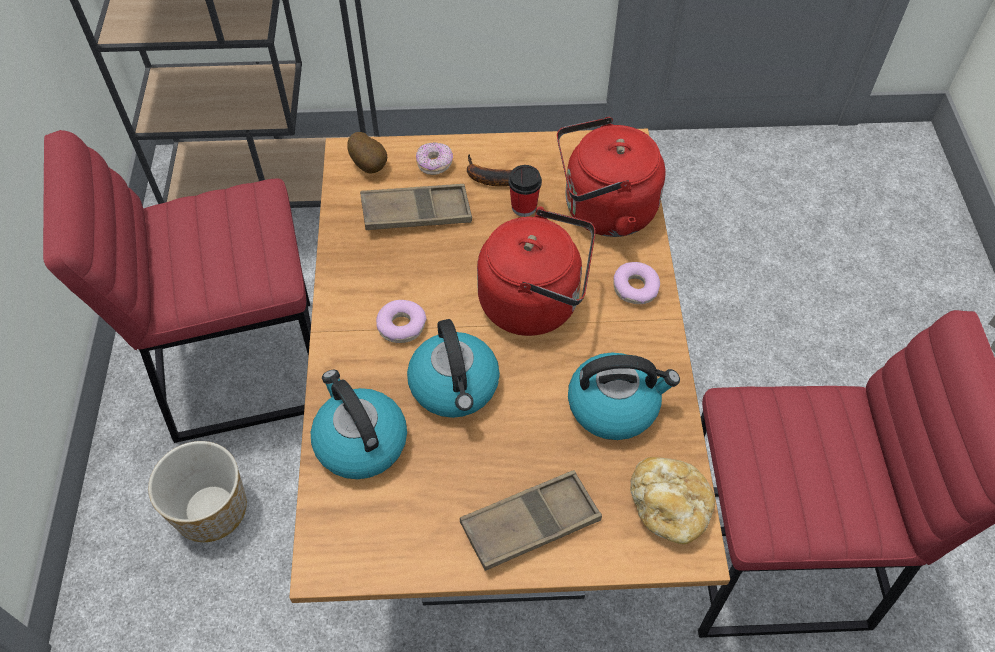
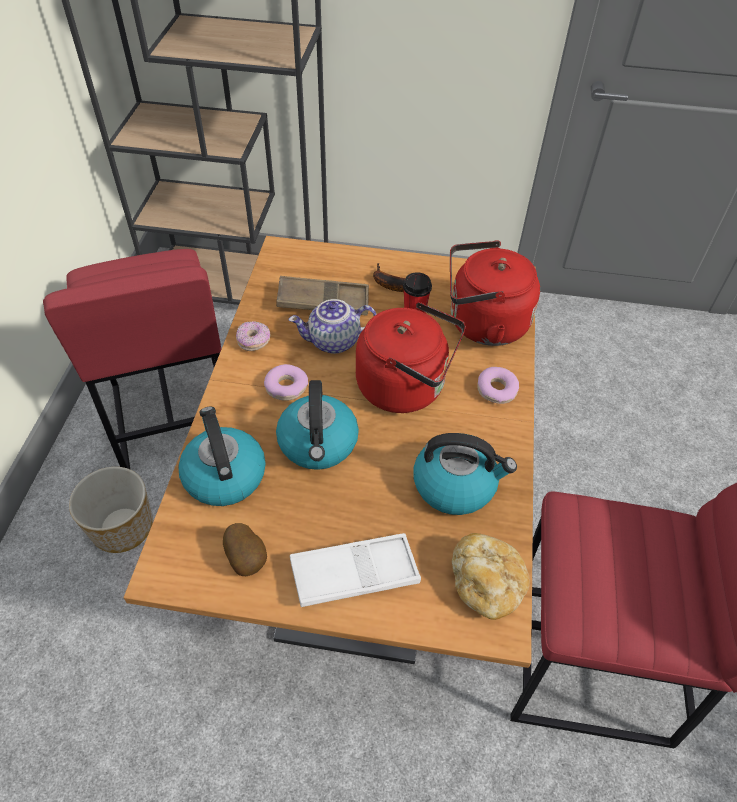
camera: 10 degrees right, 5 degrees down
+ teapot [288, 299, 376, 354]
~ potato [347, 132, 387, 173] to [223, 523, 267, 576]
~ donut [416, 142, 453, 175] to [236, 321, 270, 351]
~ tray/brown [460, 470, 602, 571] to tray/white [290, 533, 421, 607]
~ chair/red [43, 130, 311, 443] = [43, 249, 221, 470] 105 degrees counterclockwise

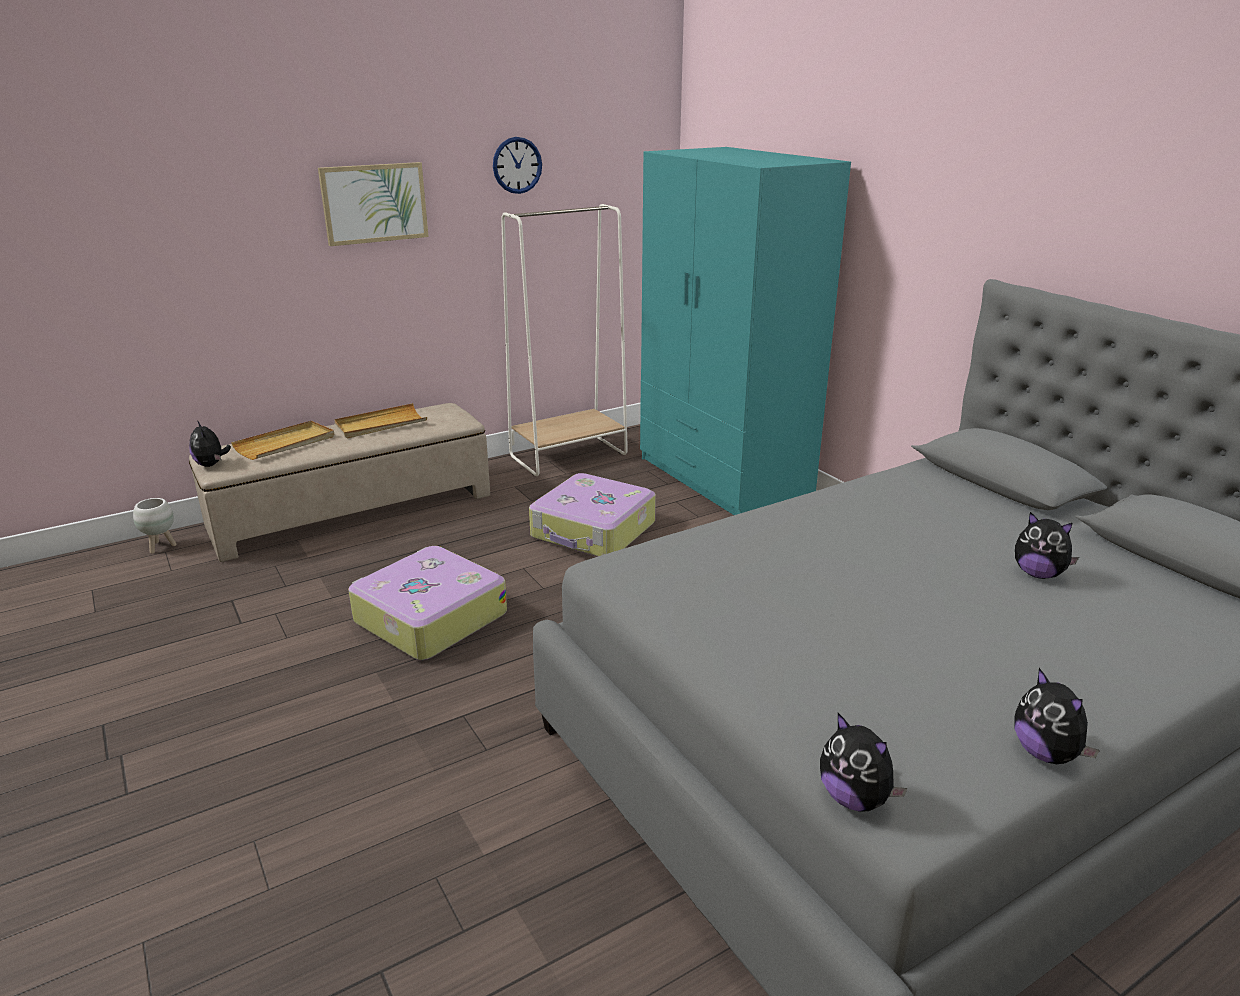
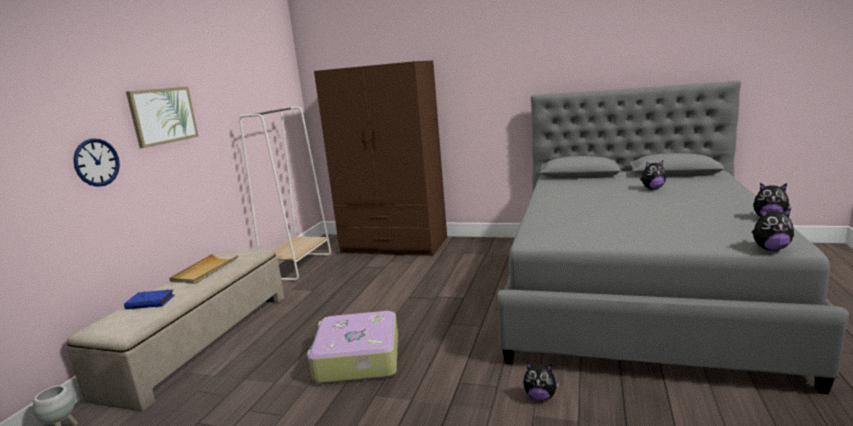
camera: 40 degrees left, 10 degrees down
- suitcase [529, 473, 656, 557]
~ plush toy [189, 422, 231, 467] to [523, 362, 560, 401]
~ wall clock [493, 137, 542, 194] to [73, 139, 120, 187]
~ tray/beige [231, 421, 334, 460] to book/blue [124, 289, 175, 309]
~ wardrobe/turquoise [640, 147, 851, 515] to wardrobe/brown [314, 60, 447, 256]

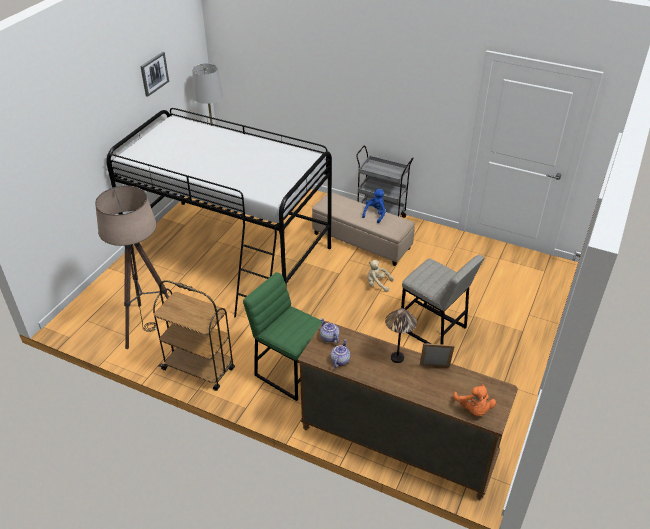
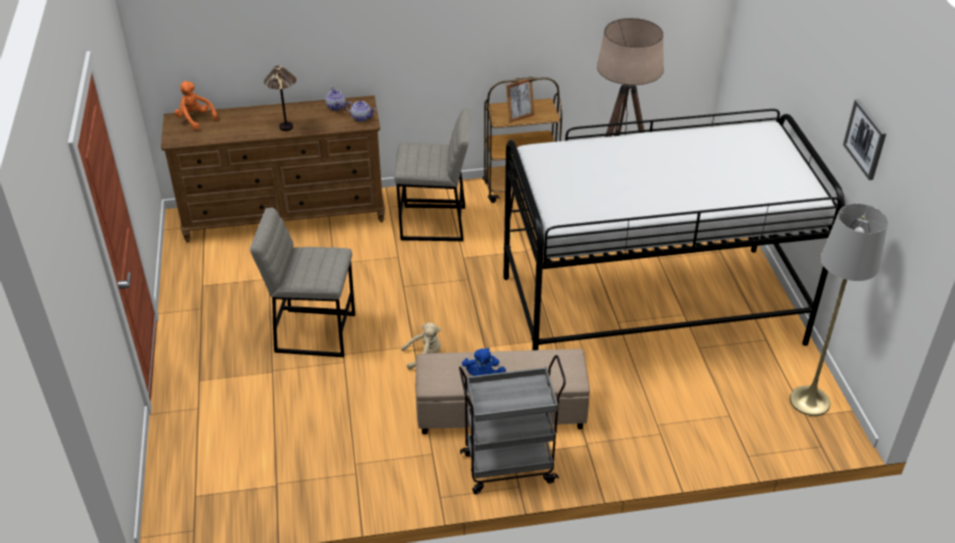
camera: 145 degrees right, 0 degrees up
~ picture frame [420, 343, 455, 368] to [506, 79, 535, 123]
~ chair/green [243, 272, 322, 401] to chair/grey [394, 109, 471, 241]

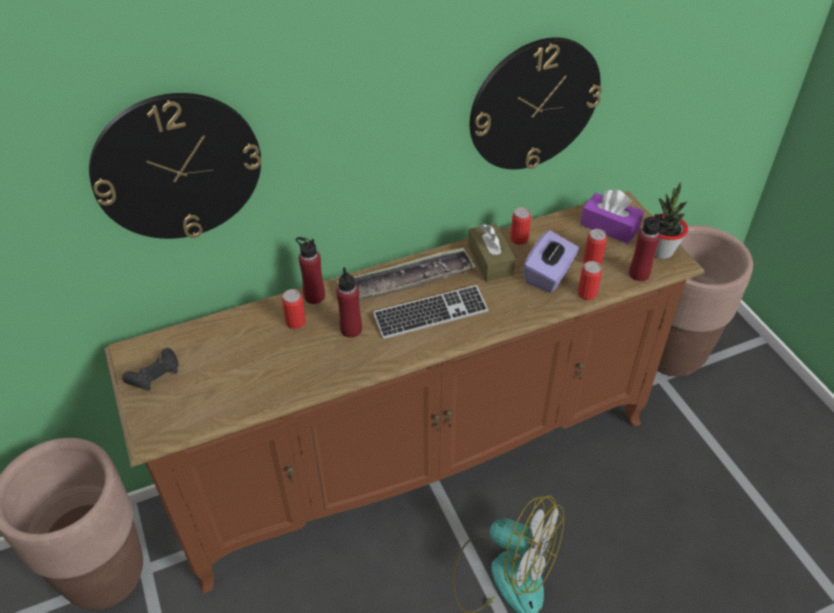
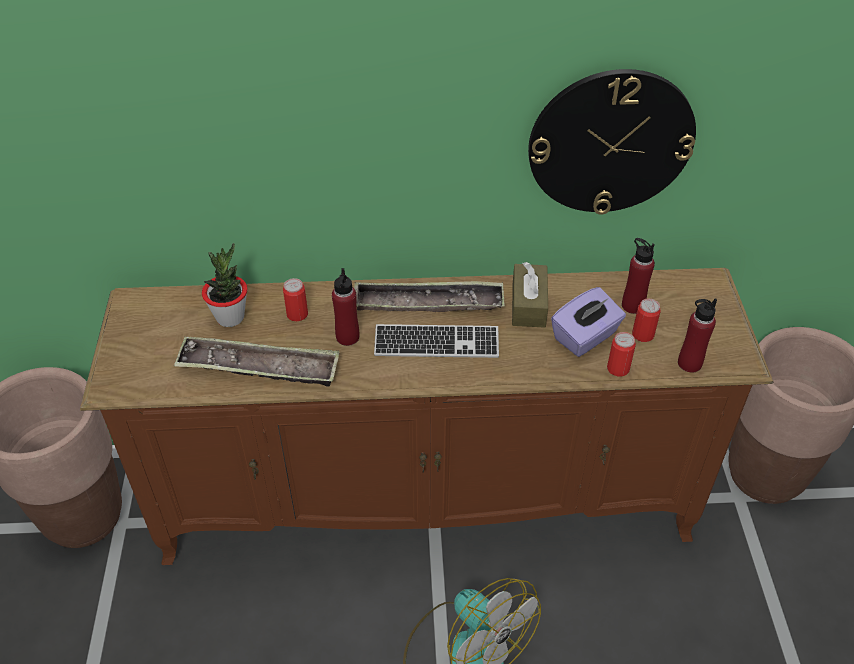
camera: 20 degrees right, 0 degrees up
- wall clock [89, 93, 261, 239]
- game controller/black [122, 348, 178, 391]
- can [510, 207, 531, 245]
- tissue box/purple [580, 190, 644, 244]
+ tray [174, 337, 339, 387]
~ bottle/red [296, 237, 325, 304] to [622, 238, 655, 314]
~ potted plant [653, 182, 688, 259] to [202, 243, 248, 327]

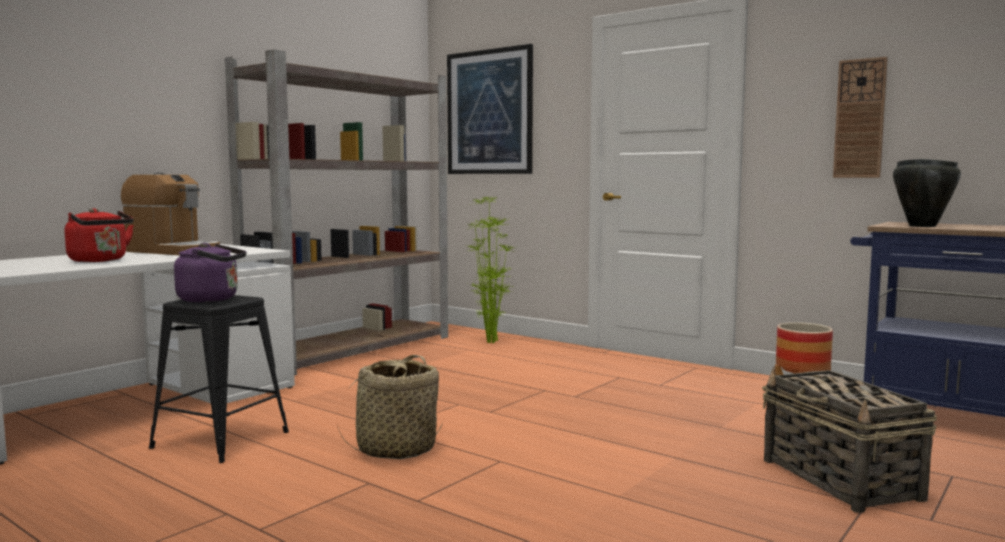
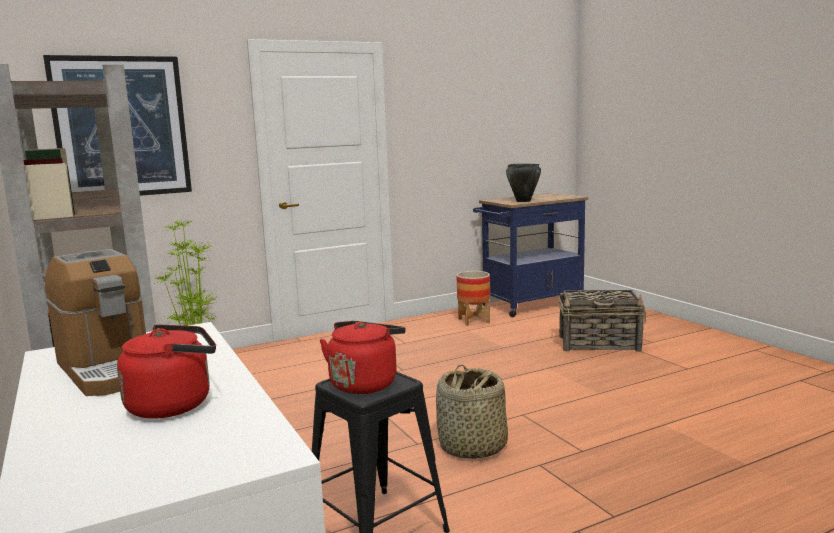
camera: 65 degrees left, 5 degrees up
- wall clock [833, 57, 888, 178]
~ kettle/purple [174, 243, 246, 302] to kettle/red [320, 321, 406, 394]
~ coffee machine [121, 173, 220, 255] = [45, 249, 146, 396] 90 degrees clockwise

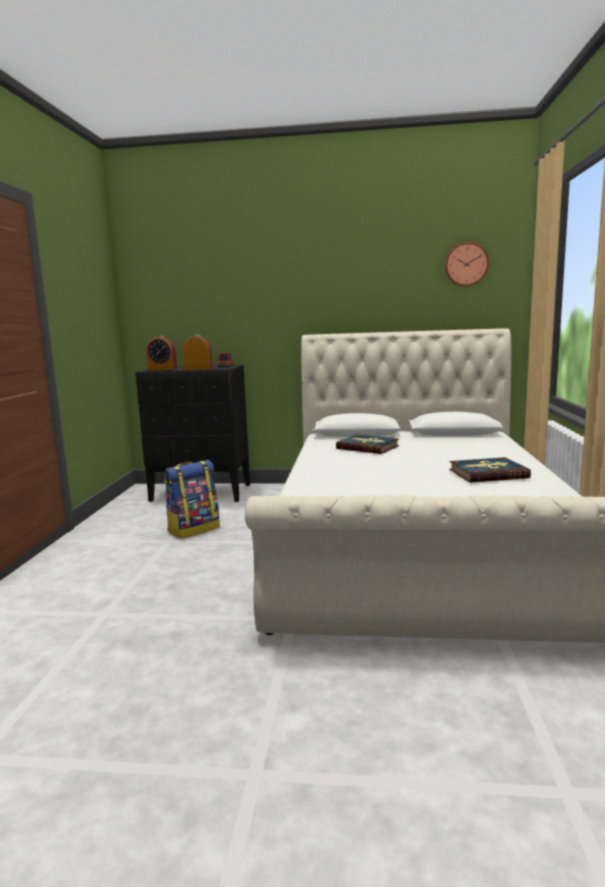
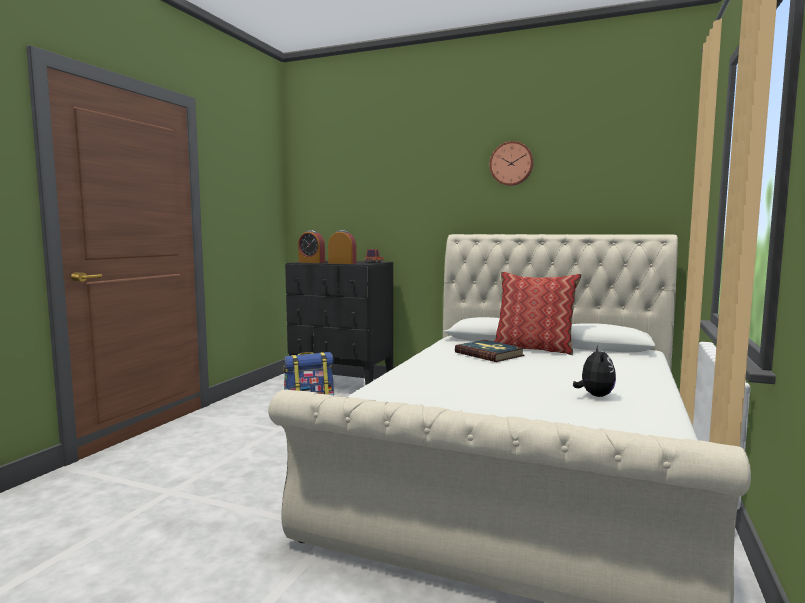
camera: 15 degrees right, 5 degrees down
+ pillow [494, 272, 582, 355]
~ wall clock [445, 242, 489, 287] to [489, 141, 534, 186]
~ book [449, 457, 531, 483] to plush toy [573, 346, 616, 397]

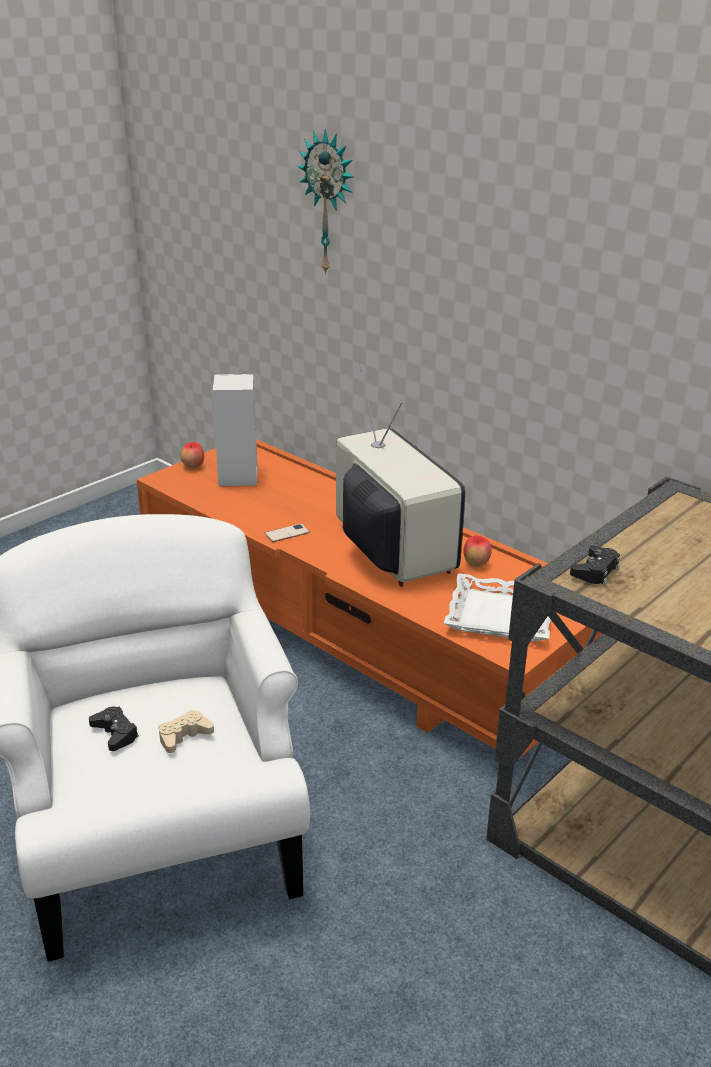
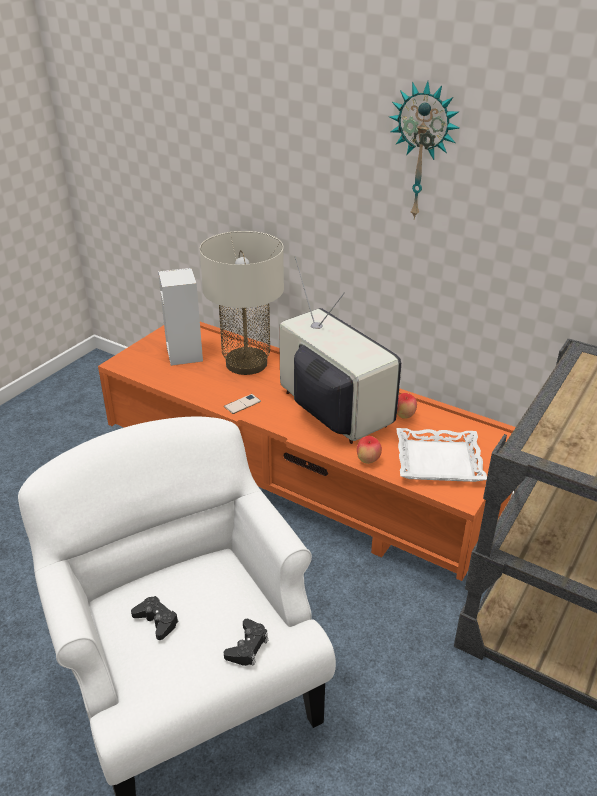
camera: 10 degrees left, 5 degrees up
- game controller/beige [159, 710, 214, 753]
+ table lamp [200, 231, 284, 375]
~ apple [180, 442, 204, 468] to [357, 436, 382, 464]
~ wall clock [297, 129, 354, 275] to [389, 81, 459, 220]
~ game controller/black [570, 546, 620, 585] to [224, 619, 268, 666]

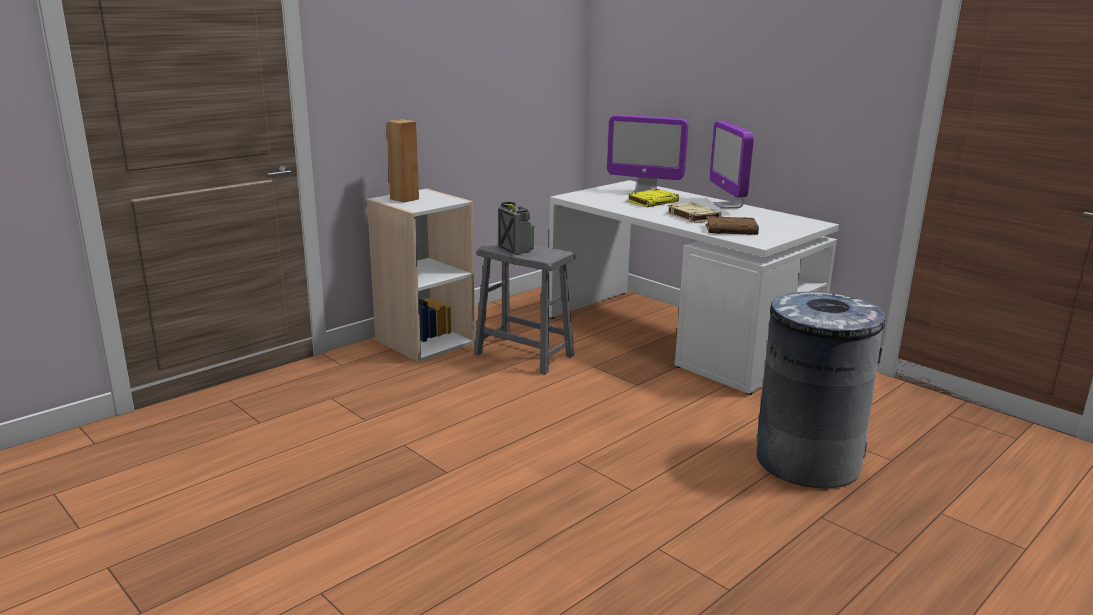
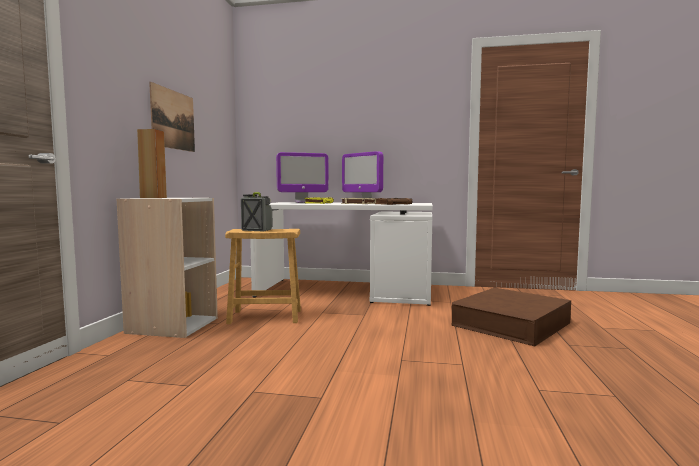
camera: 35 degrees left, 15 degrees down
+ picture [149, 82, 195, 152]
~ trash can/grey [756, 292, 885, 488] to storage box/brown [451, 288, 571, 346]
~ stool/grey [474, 240, 575, 375] to stool/brown [225, 229, 301, 324]

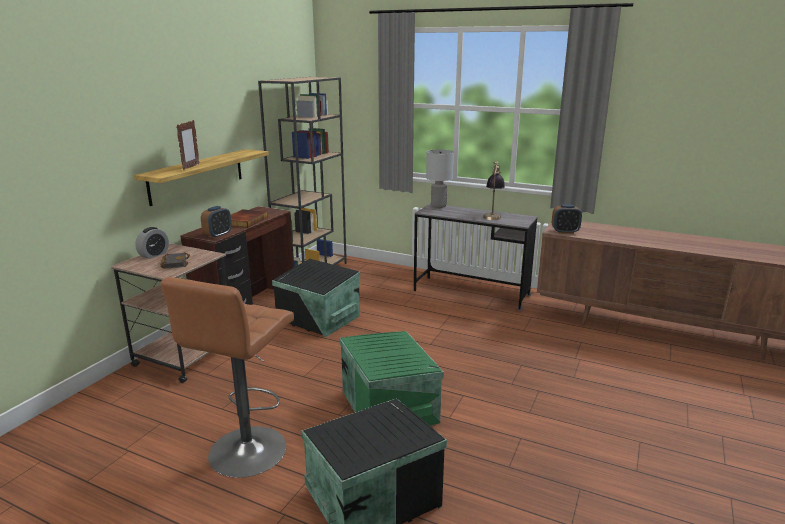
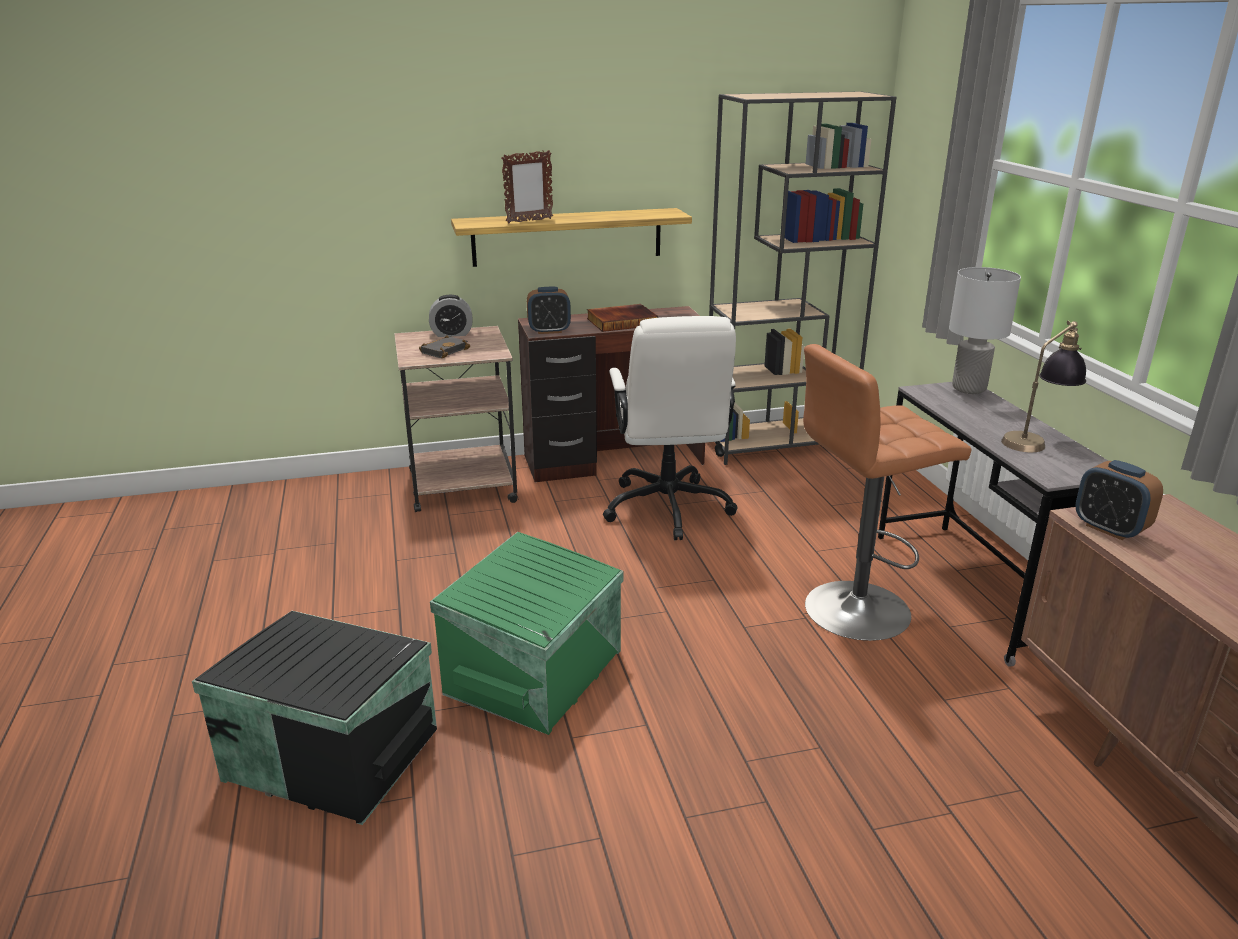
camera: 50 degrees right, 5 degrees up
~ stool/brown [160, 277, 294, 478] to [803, 344, 972, 641]
~ storage box/black [272, 259, 360, 337] to office chair/white [603, 316, 738, 540]

